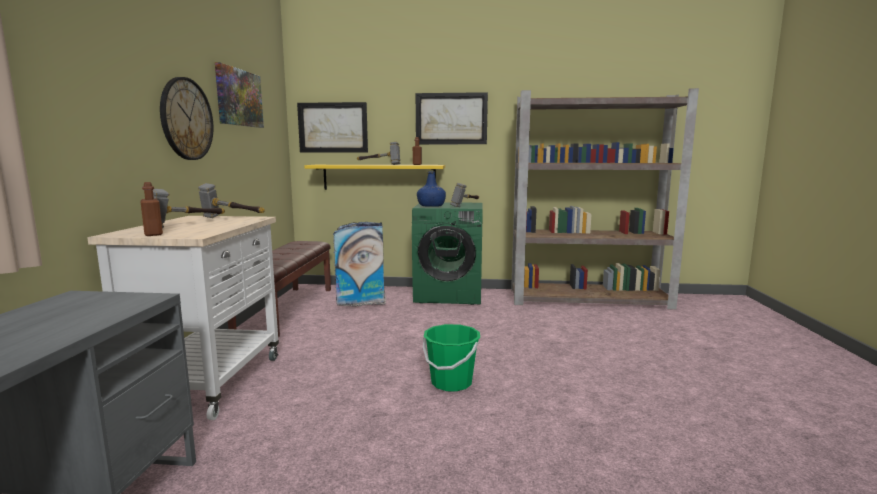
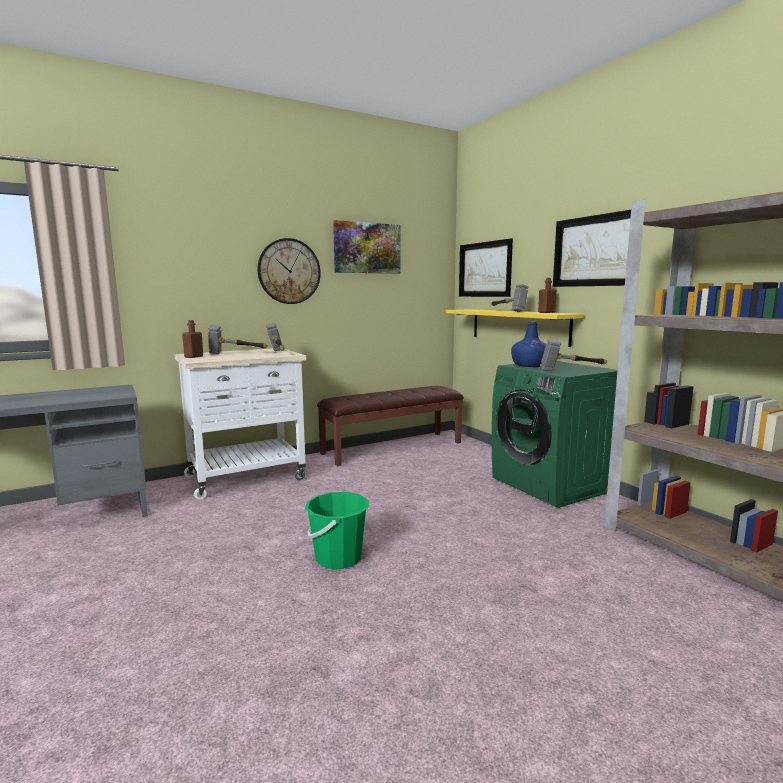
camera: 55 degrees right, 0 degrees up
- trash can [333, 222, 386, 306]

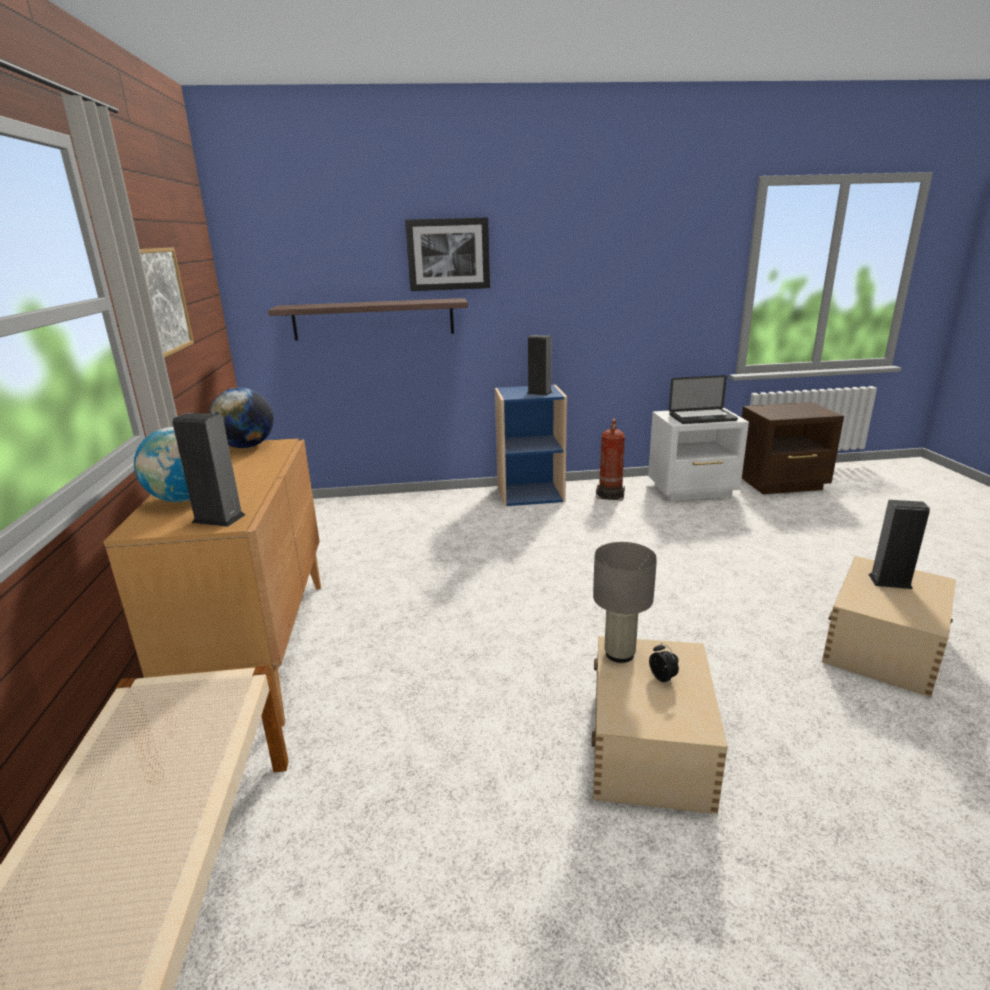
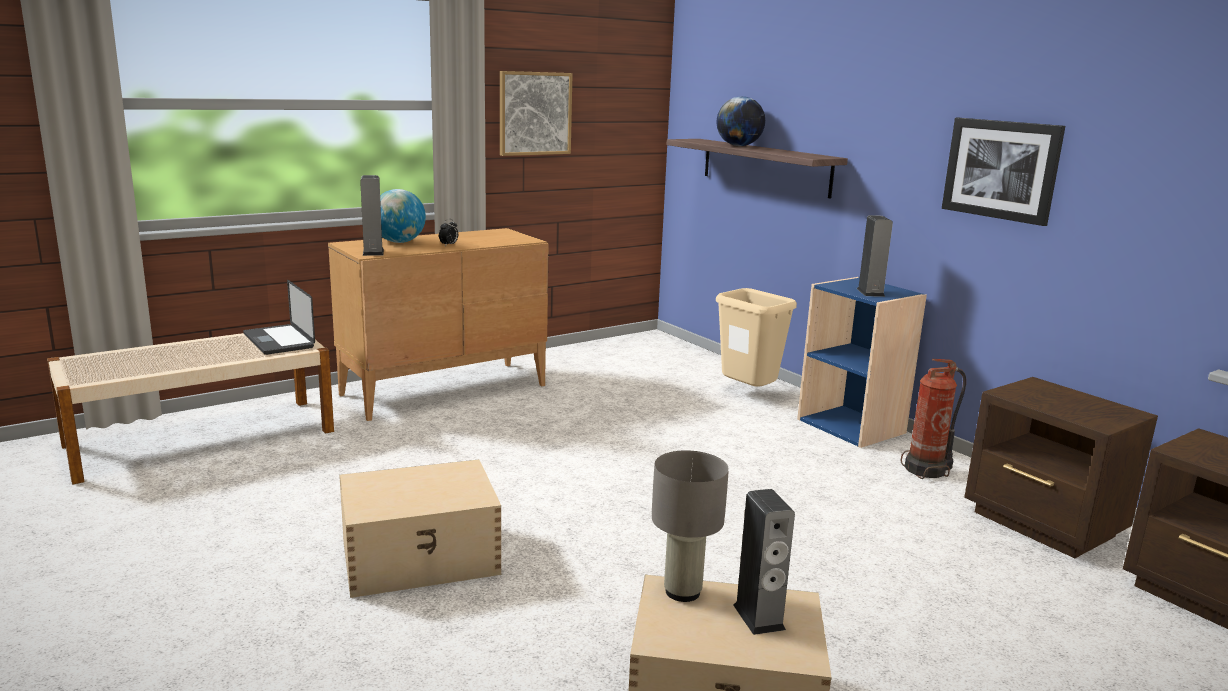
camera: 60 degrees right, 5 degrees down
+ trash can/beige [716, 288, 797, 387]
~ globe [209, 388, 274, 448] to [717, 96, 765, 146]
~ picture [405, 217, 490, 291] to [942, 118, 1065, 226]
~ table lamp/grey [593, 542, 657, 663] to [652, 450, 729, 602]
~ alarm clock [649, 643, 679, 683] to [439, 219, 458, 246]
~ laptop [669, 375, 738, 424] to [243, 280, 315, 355]
~ nightstand/white [648, 407, 749, 501] to nightstand/brown [964, 377, 1158, 558]

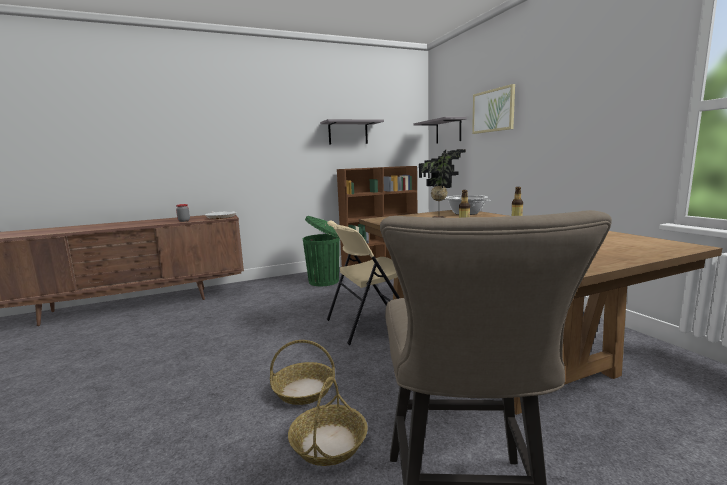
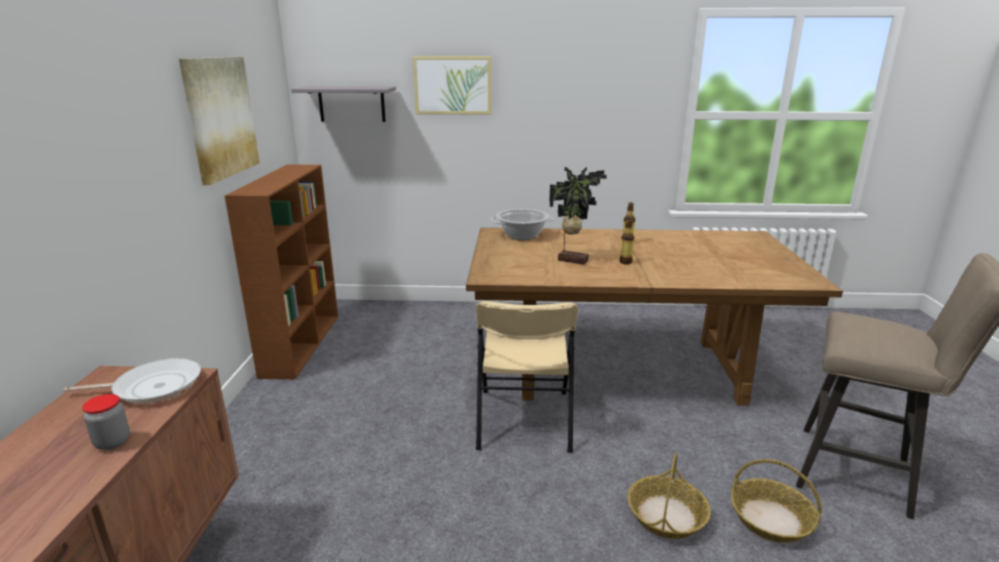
camera: 65 degrees left, 10 degrees up
- trash can/green [303, 216, 340, 286]
~ shelf/grey [320, 119, 384, 145] to picture [179, 57, 259, 185]

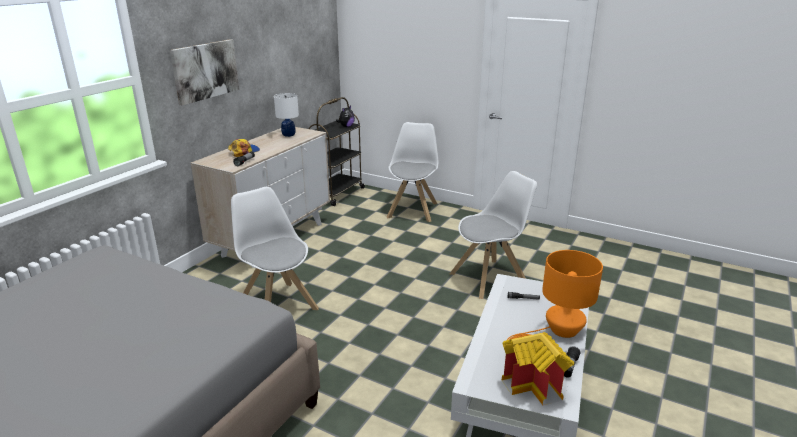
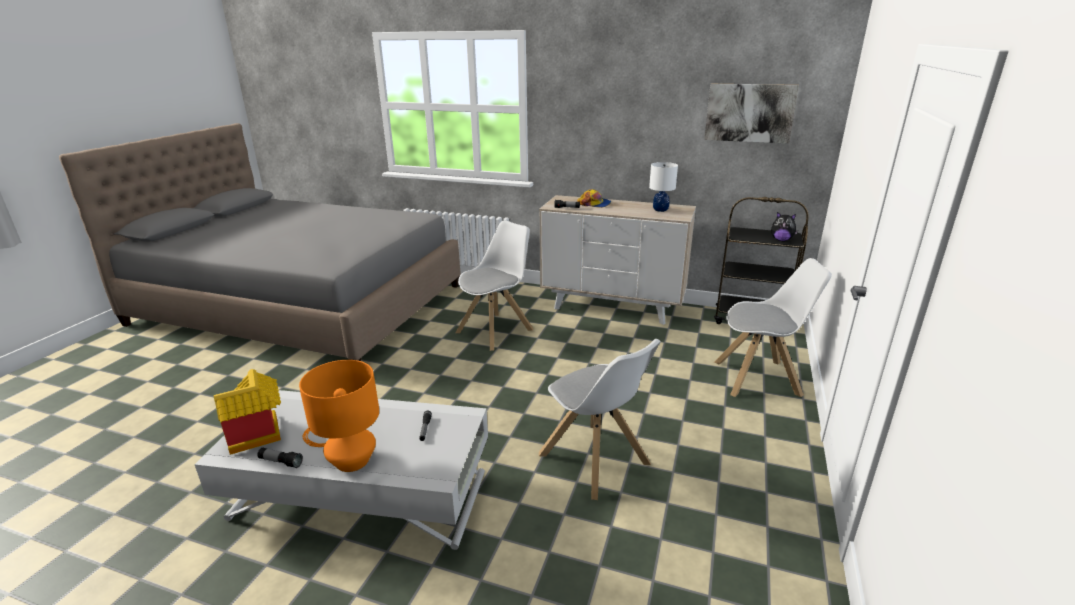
camera: 80 degrees right, 0 degrees up
~ picture [170, 39, 239, 105] to [704, 84, 799, 144]

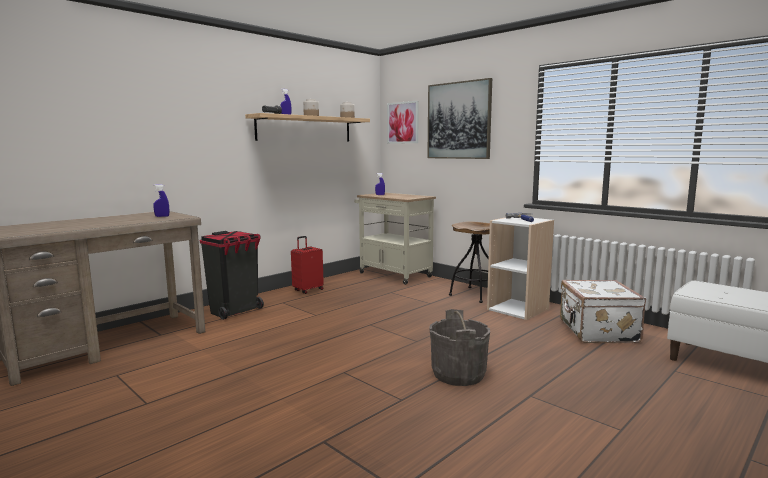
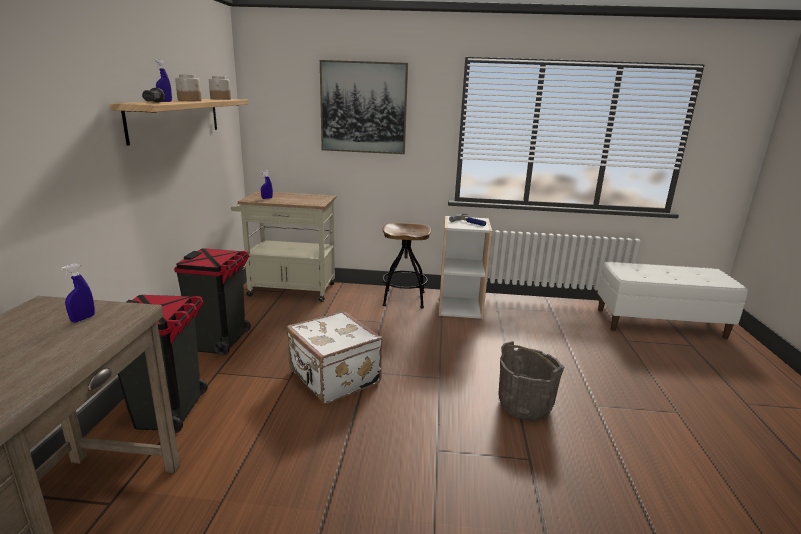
camera: 40 degrees left, 10 degrees up
- picture [387, 101, 419, 144]
~ suitcase/white [560, 280, 646, 343] to [286, 311, 382, 404]
~ suitcase/red [291, 236, 324, 294] to trash can/black [174, 248, 251, 356]

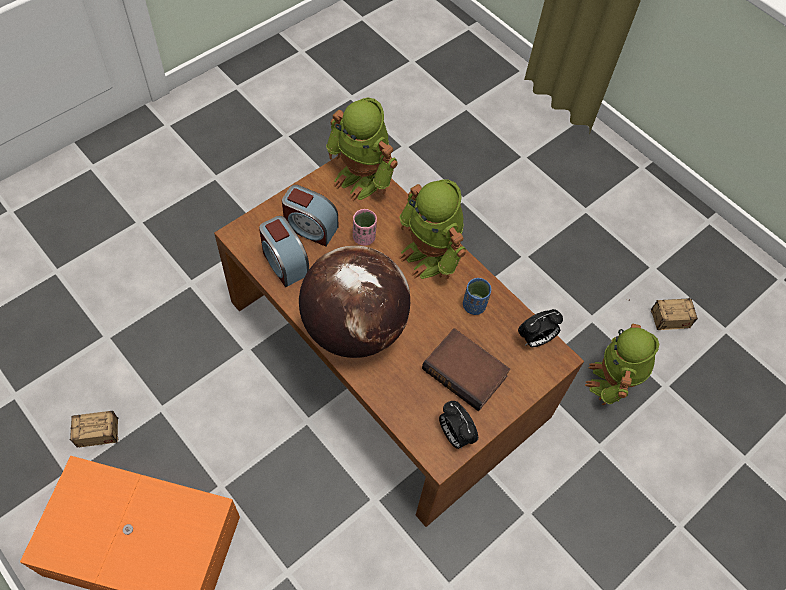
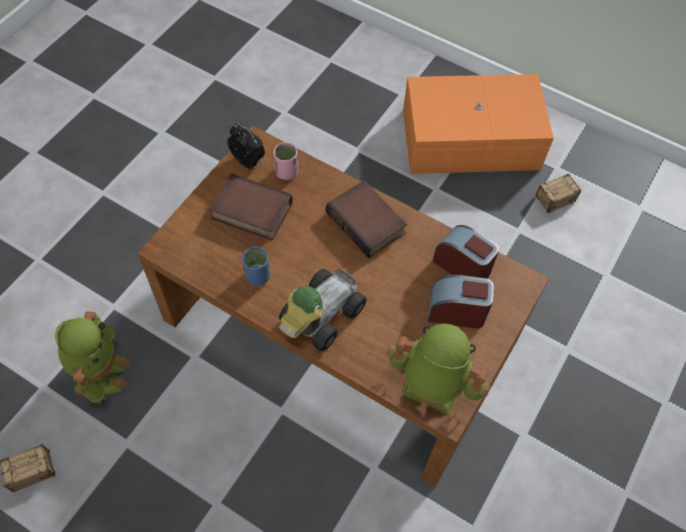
camera: 165 degrees right, 0 degrees up
- alarm clock [518, 309, 563, 347]
~ cup/pink [353, 209, 377, 246] to [273, 142, 298, 180]
~ globe [299, 246, 410, 358] to book [325, 180, 407, 258]
~ toy robot [399, 180, 466, 280] to toy car [279, 269, 367, 351]

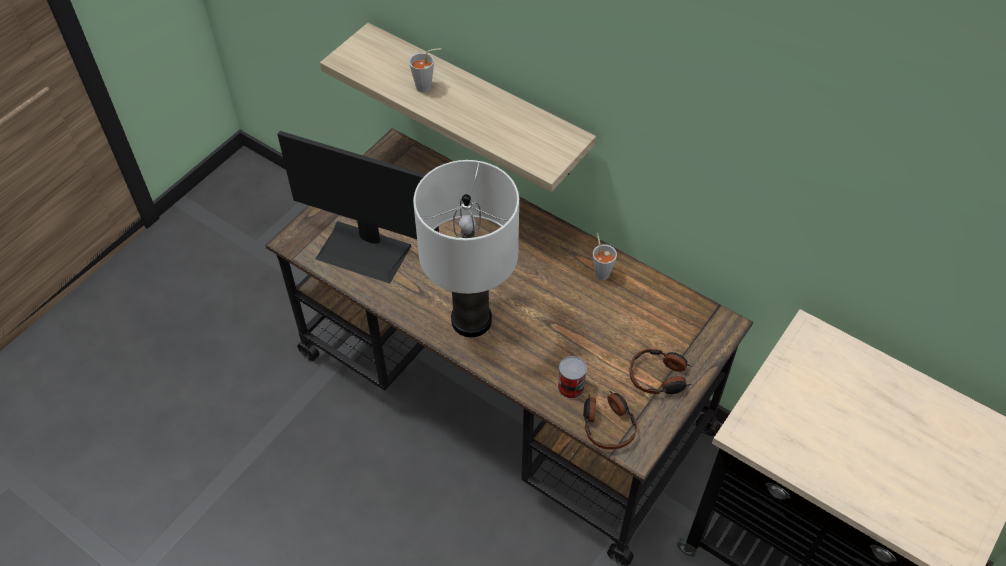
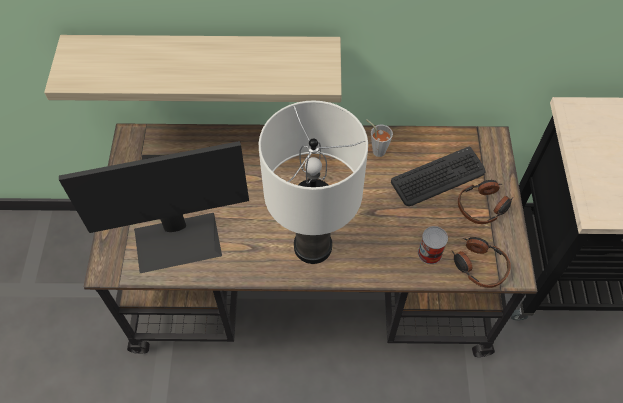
camera: 35 degrees left, 5 degrees up
- cup/grey [409, 48, 441, 92]
+ keyboard [391, 147, 485, 206]

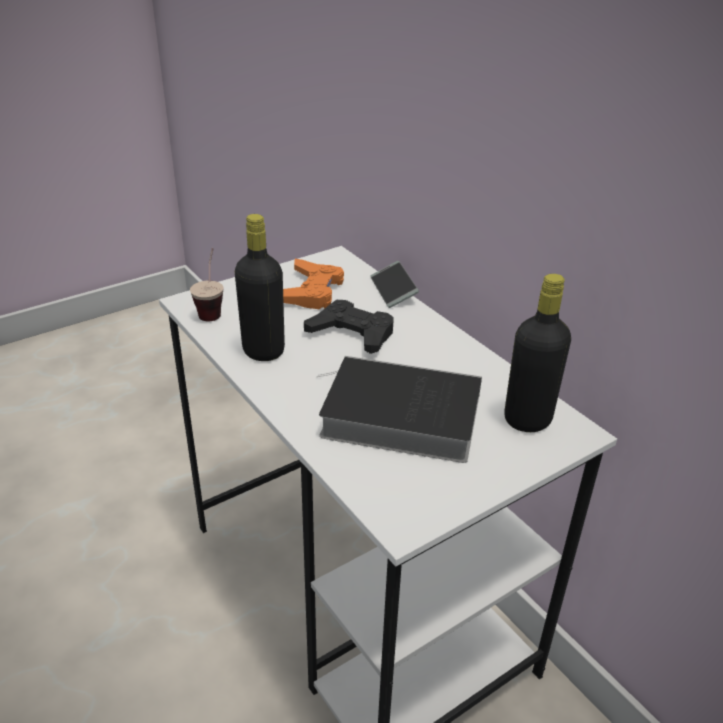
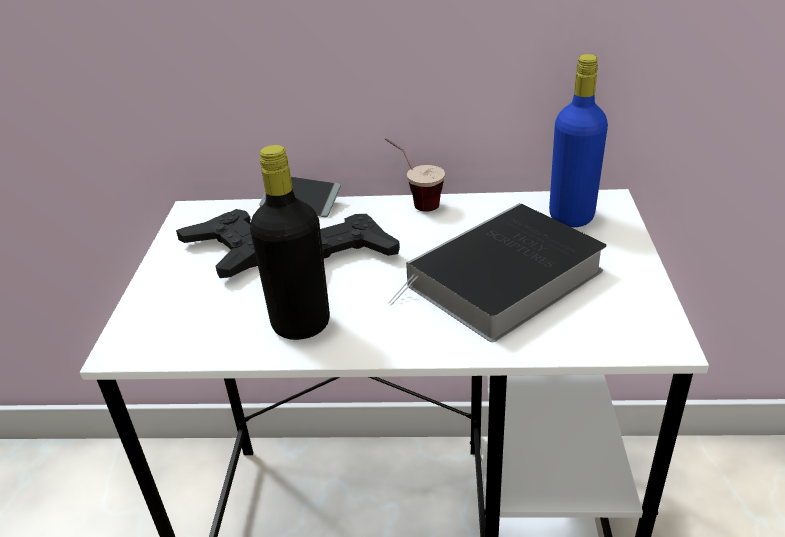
camera: 50 degrees left, 0 degrees up
~ cup [190, 248, 224, 321] to [385, 138, 445, 212]
~ game controller/orange [283, 259, 344, 309] to game controller/black [176, 209, 258, 278]
~ bottle/black [504, 274, 571, 432] to bottle/blue [549, 54, 608, 227]

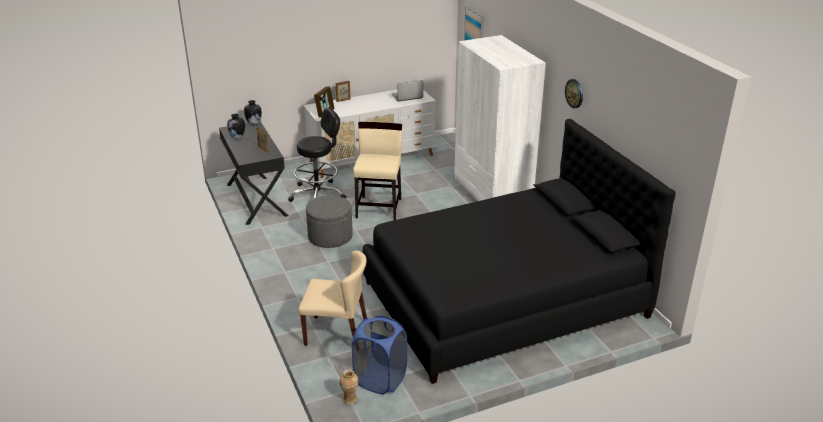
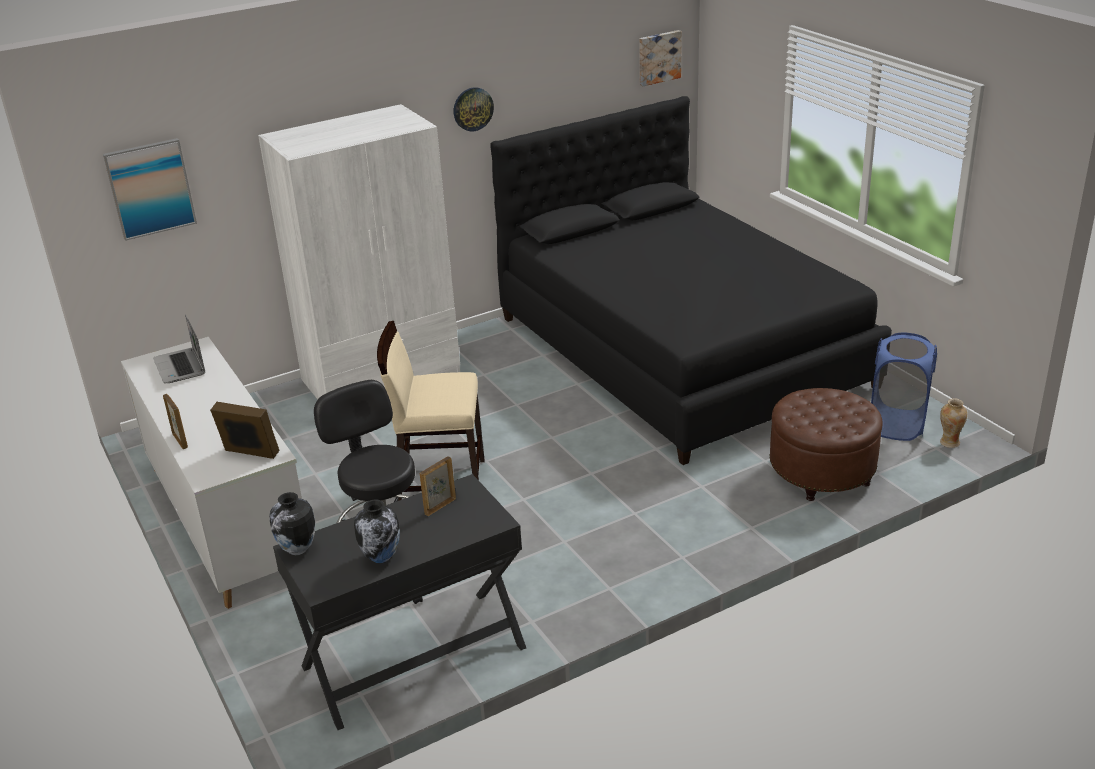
camera: 95 degrees left, 0 degrees up
- ottoman/grey [306, 195, 353, 248]
+ picture [639, 30, 682, 86]
~ chair/beige [298, 250, 367, 346] to ottoman/brown [769, 388, 883, 501]

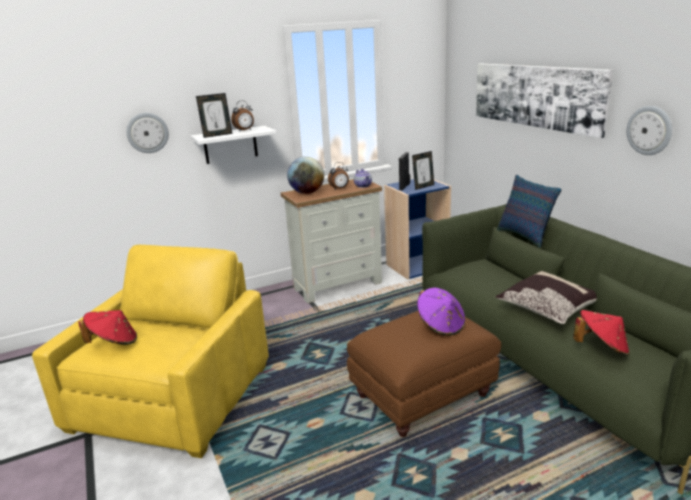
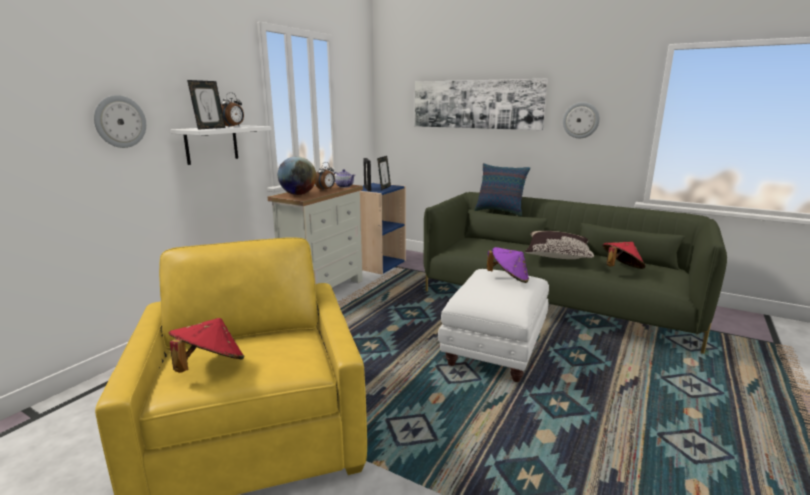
camera: 35 degrees left, 5 degrees down
~ ottoman/brown [347, 311, 501, 437] to ottoman/white [438, 269, 549, 382]

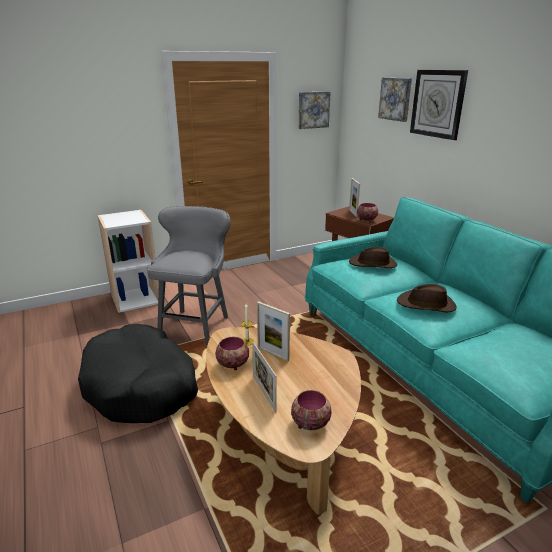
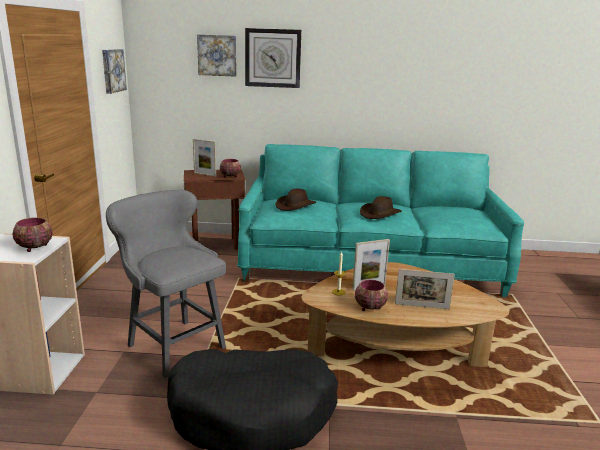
camera: 60 degrees left, 5 degrees down
~ bowl [291, 390, 332, 430] to [12, 217, 53, 252]

